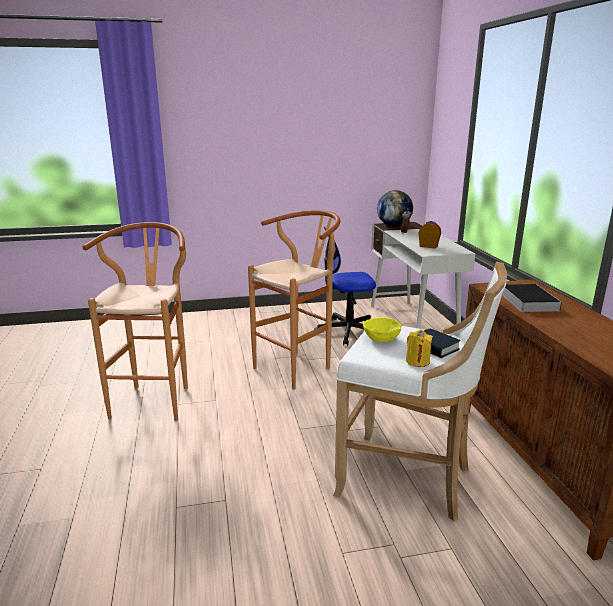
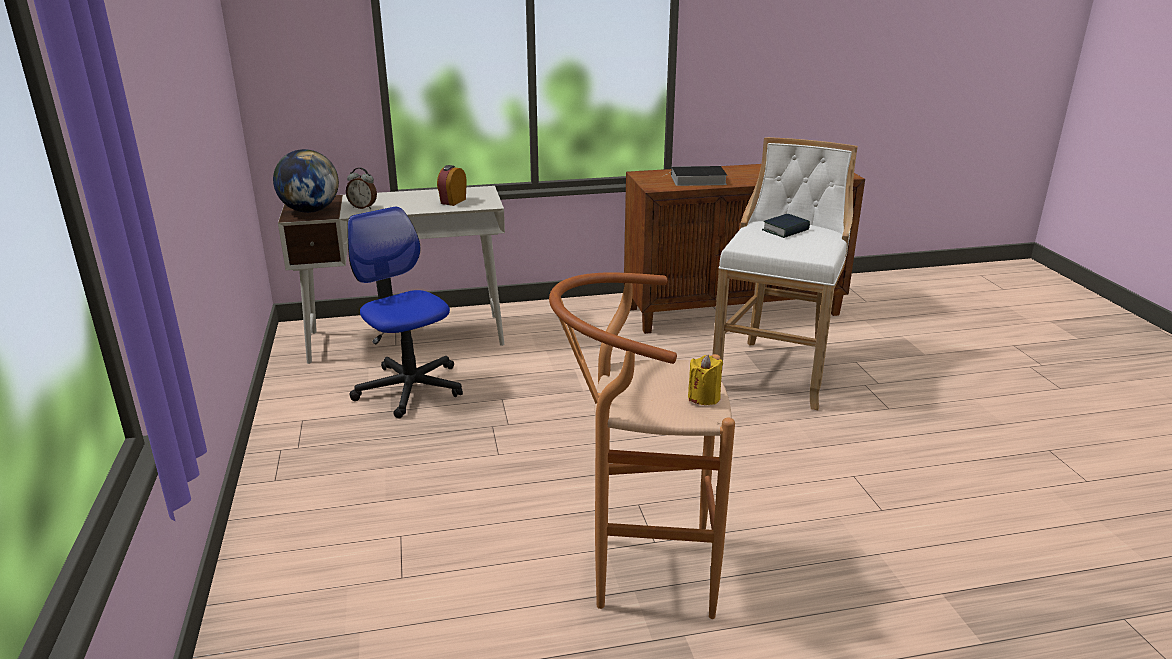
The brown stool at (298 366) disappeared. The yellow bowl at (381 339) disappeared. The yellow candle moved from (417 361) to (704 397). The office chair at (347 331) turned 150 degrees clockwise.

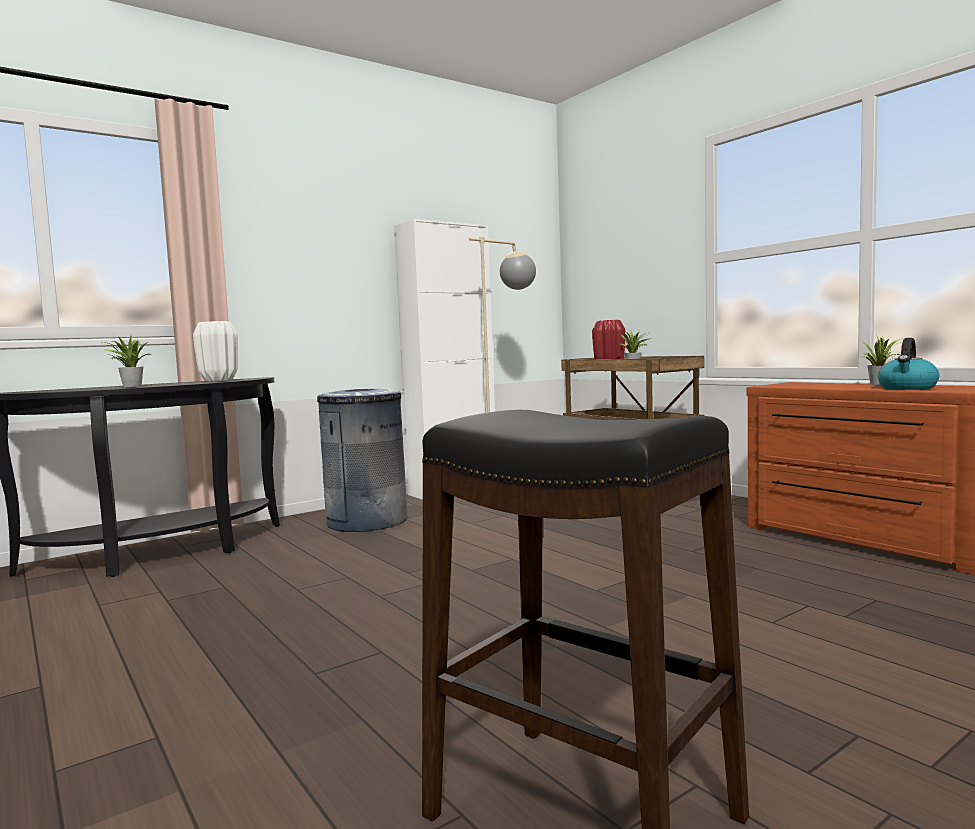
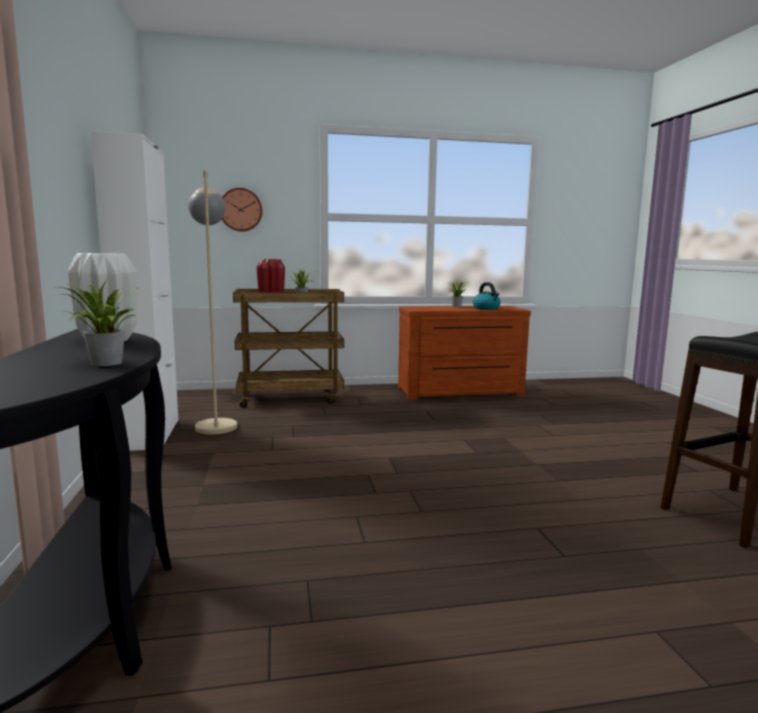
The grey trash can at (367 521) disappeared. The wall clock at (241 210) appeared.

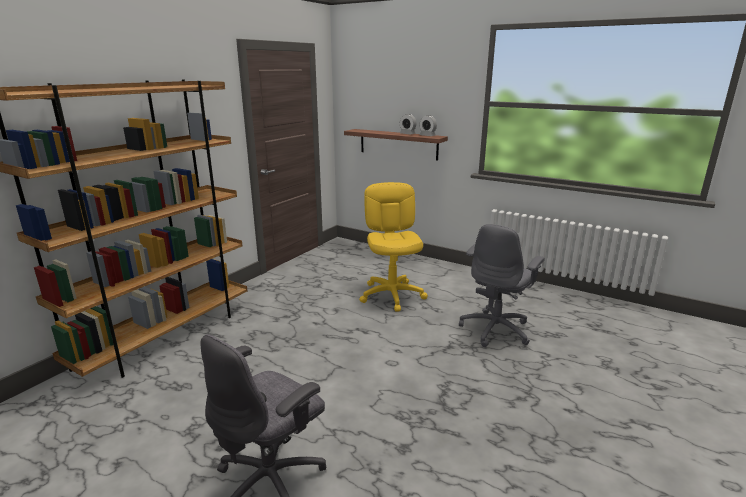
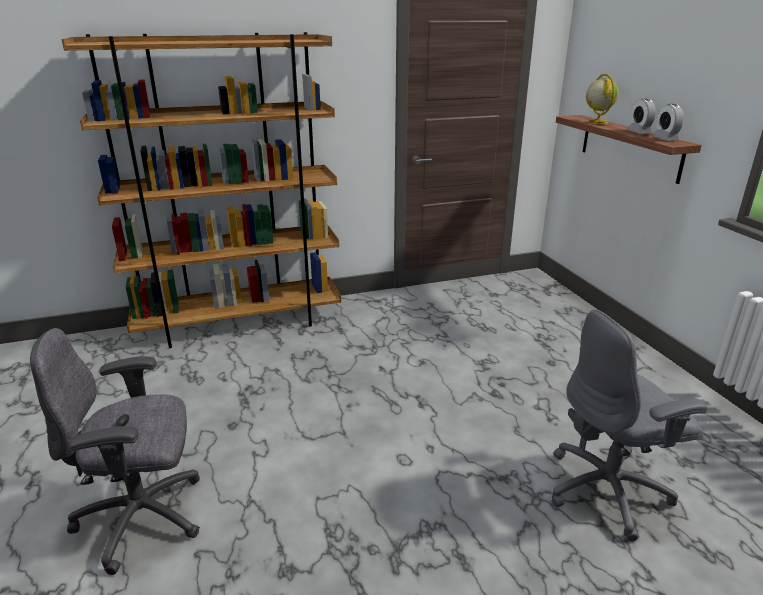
The yellow office chair at (392 295) disappeared. The globe at (597 122) appeared.

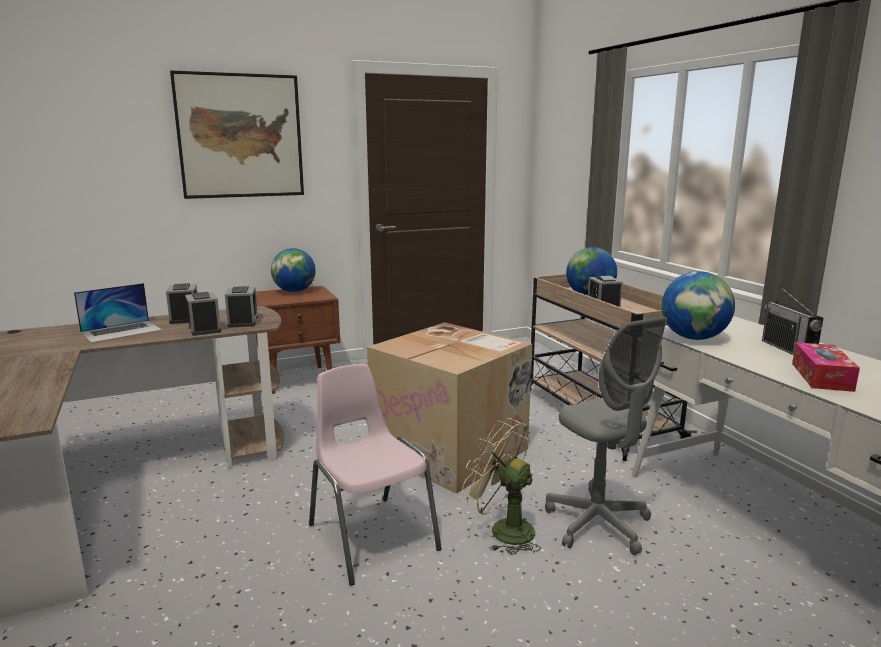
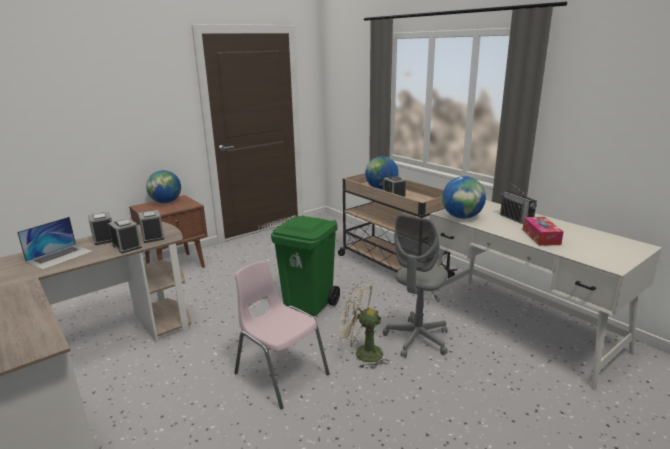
The picture at (240 136) disappeared. The cardboard box at (452 451) was replaced by the green trash can at (309 304). The grey office chair at (598 524) turned 75 degrees clockwise.

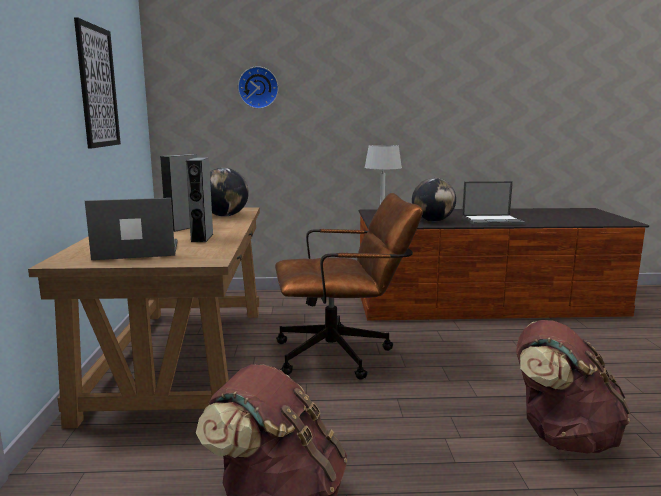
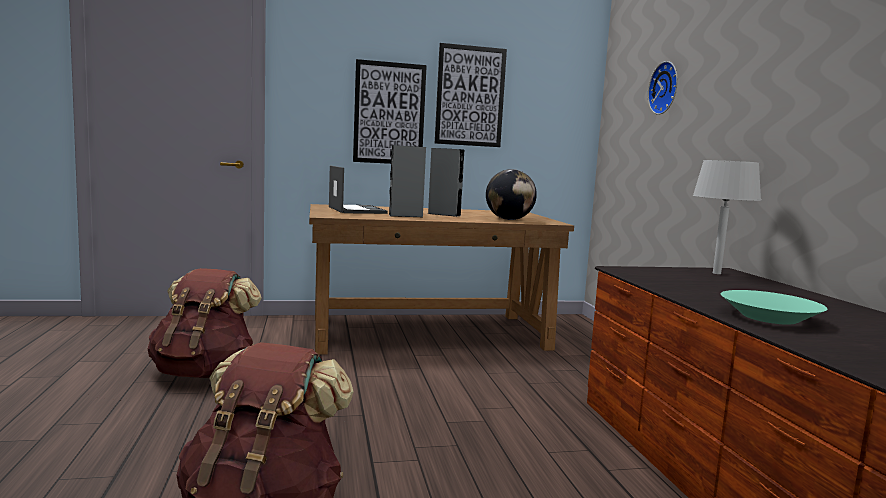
The brown office chair at (343 354) disappeared. The globe at (432 221) disappeared. The picture at (389 113) appeared. The laptop at (493 221) was replaced by the turquoise bowl at (770 317).

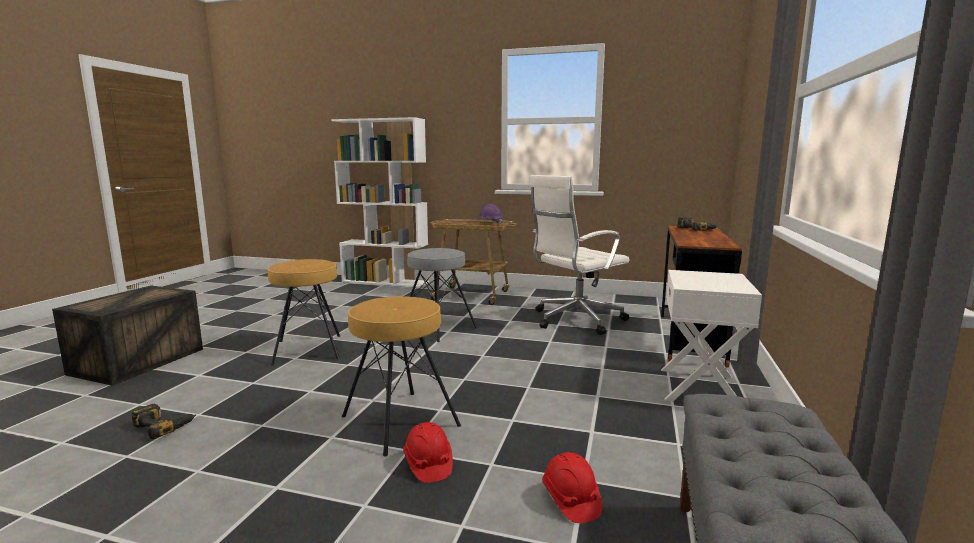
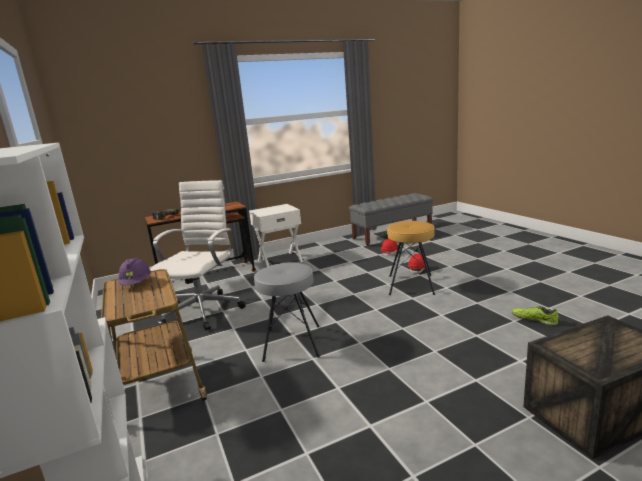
The brown stool at (309 349) disappeared. The power drill at (164 425) was replaced by the shoe at (534 320). The white office chair at (575 320) turned 90 degrees counterclockwise.

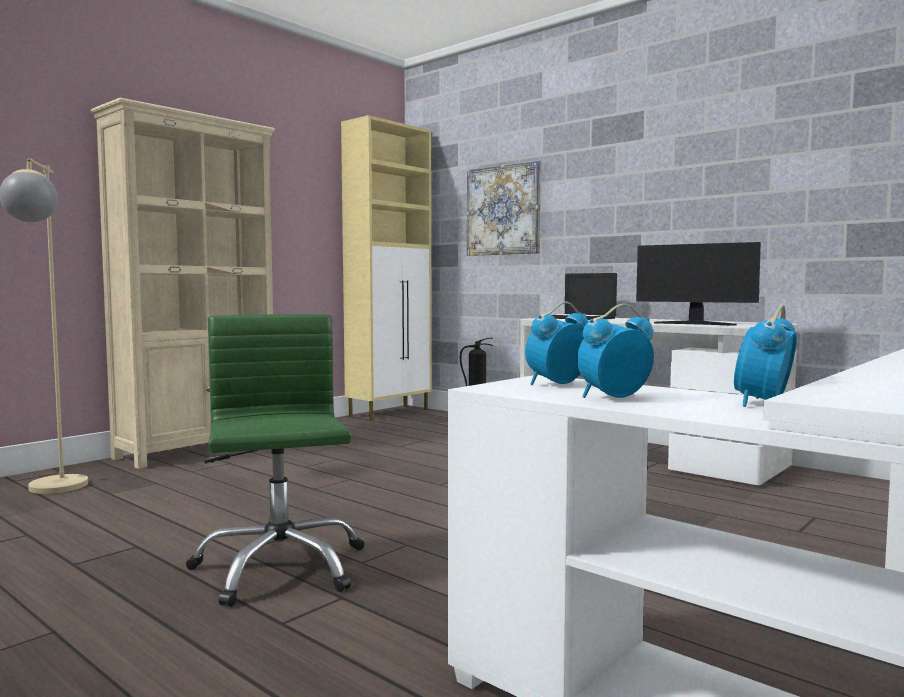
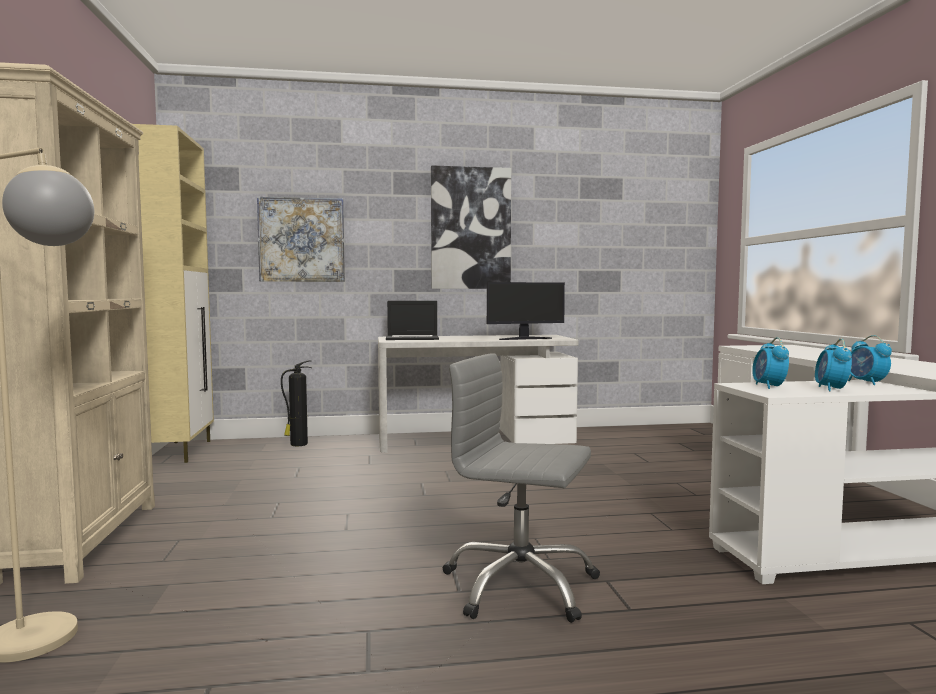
The picture at (470 228) appeared. The green office chair at (279 567) became the grey office chair at (519 586).

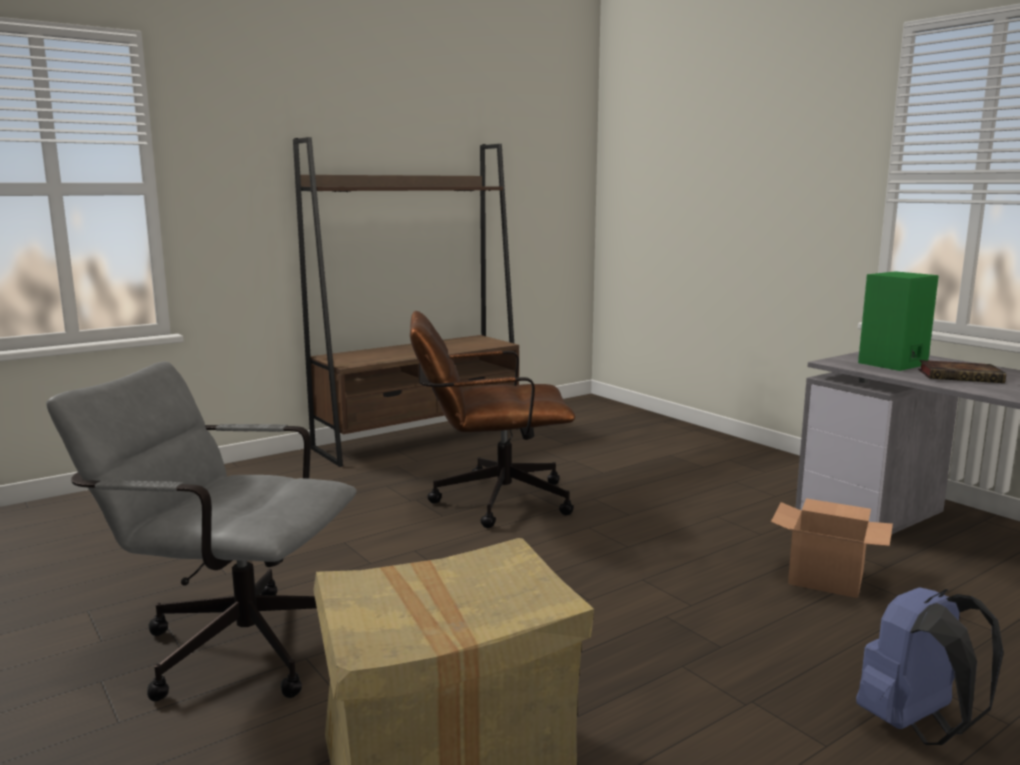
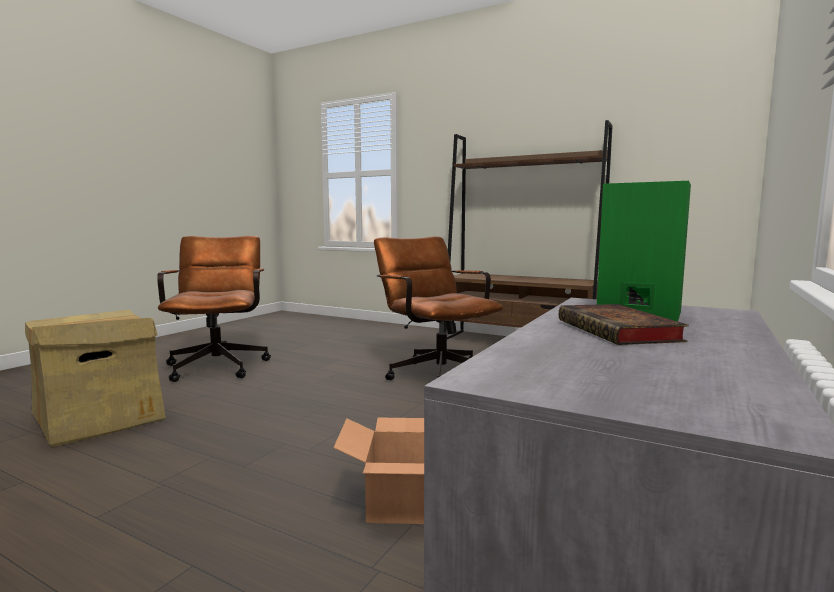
The blue backpack at (916 726) disappeared. The grey office chair at (230 644) became the brown office chair at (219 365).

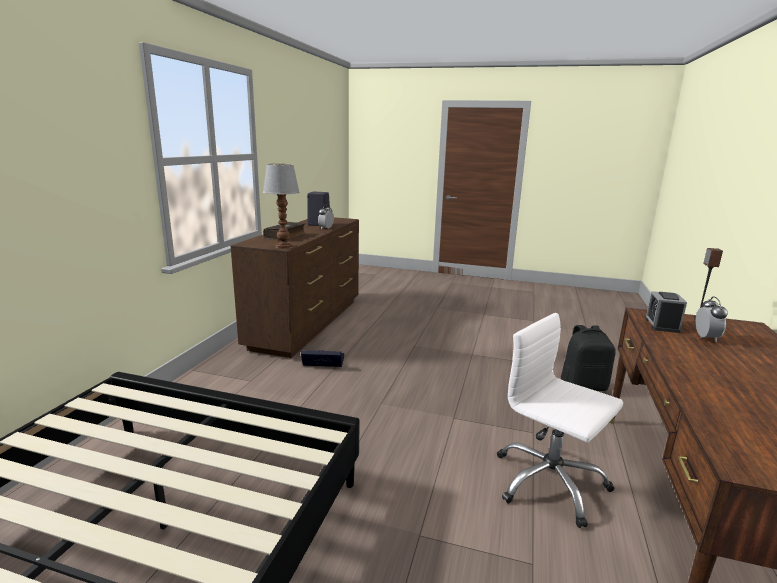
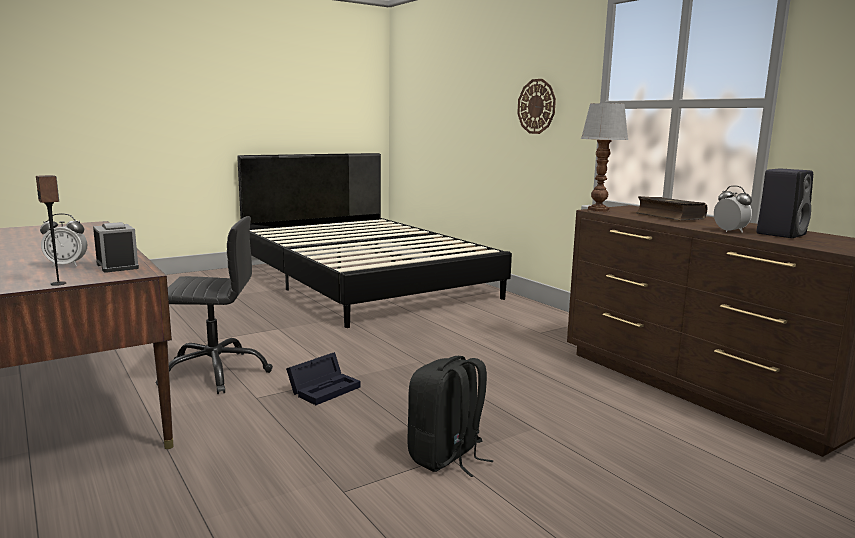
The wall clock at (536 106) appeared. The black storage box moved from (322 363) to (325 388). The black backpack moved from (583 386) to (447 457). The white office chair at (549 482) became the black office chair at (215 372). The alarm clock at (706 338) turned 60 degrees counterclockwise.

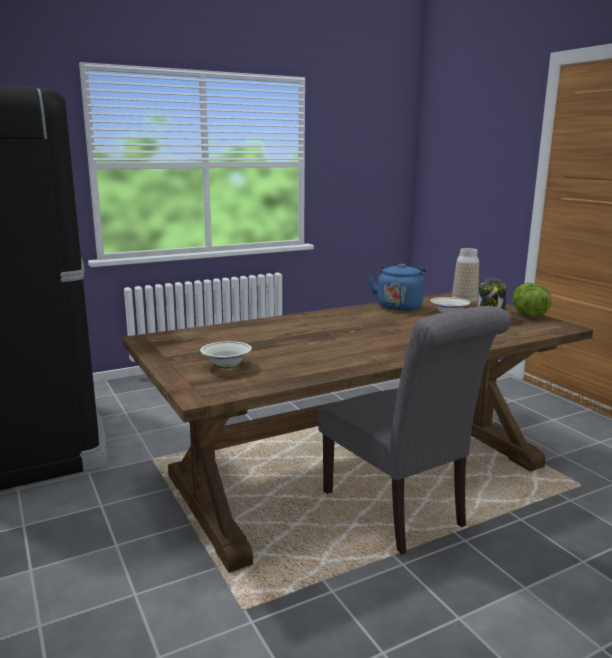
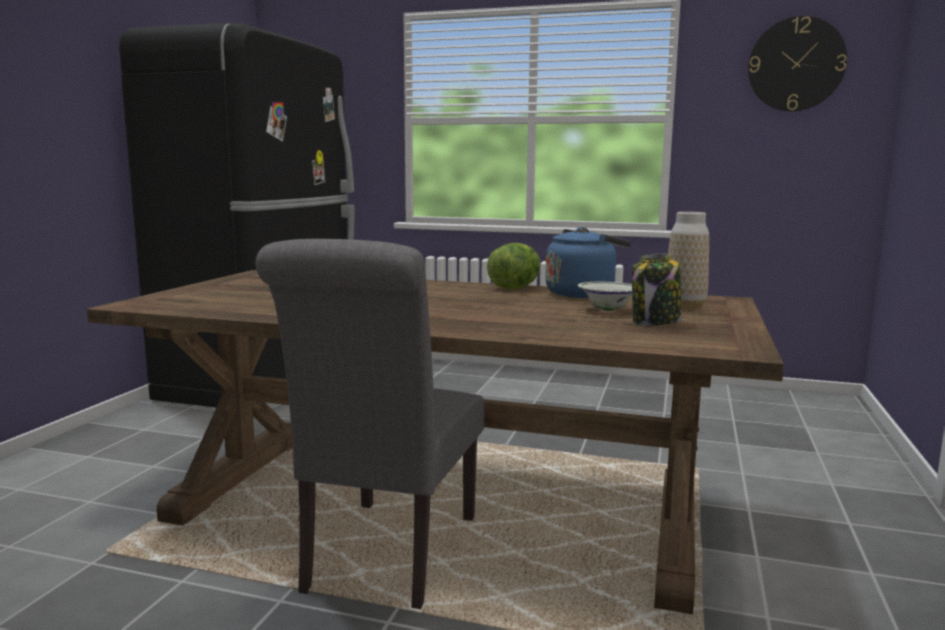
The white bowl at (226 367) disappeared. The wall clock at (796 64) appeared. The lettuce moved from (528 315) to (515 288).

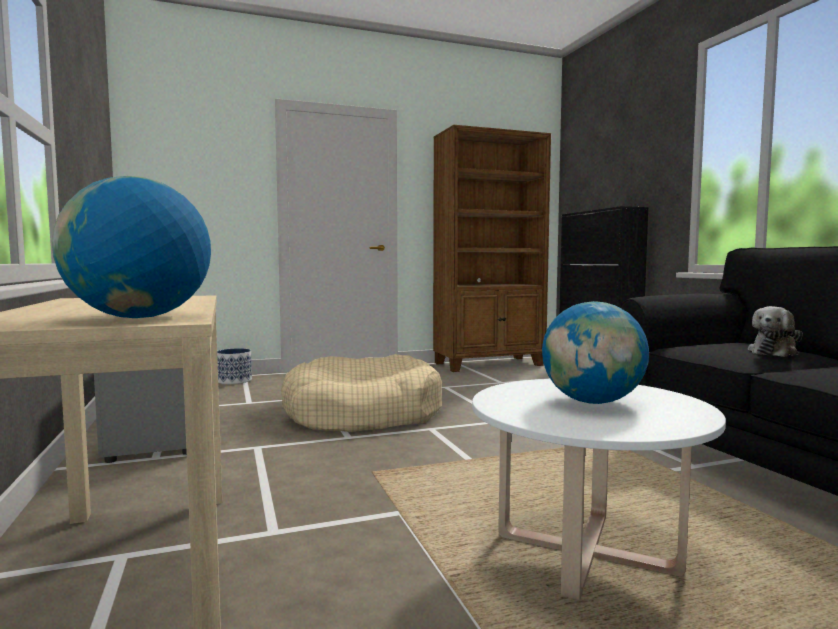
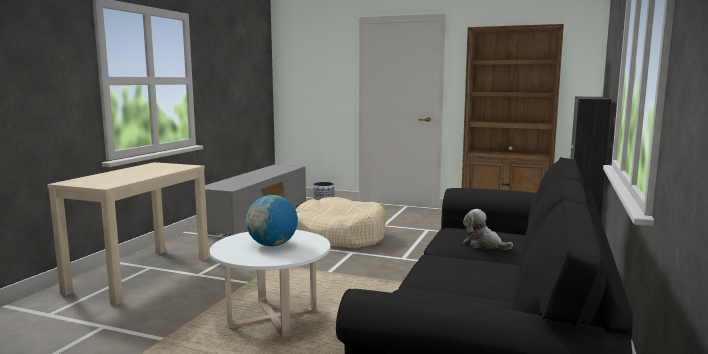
The globe at (139 318) disappeared. The plush toy at (774 352) turned 45 degrees clockwise.

